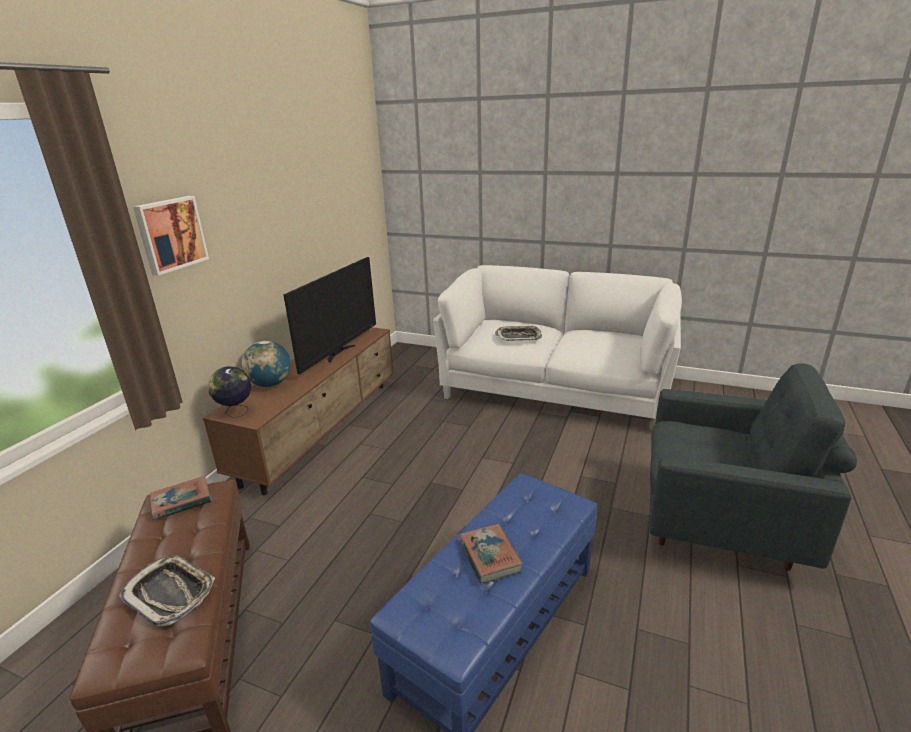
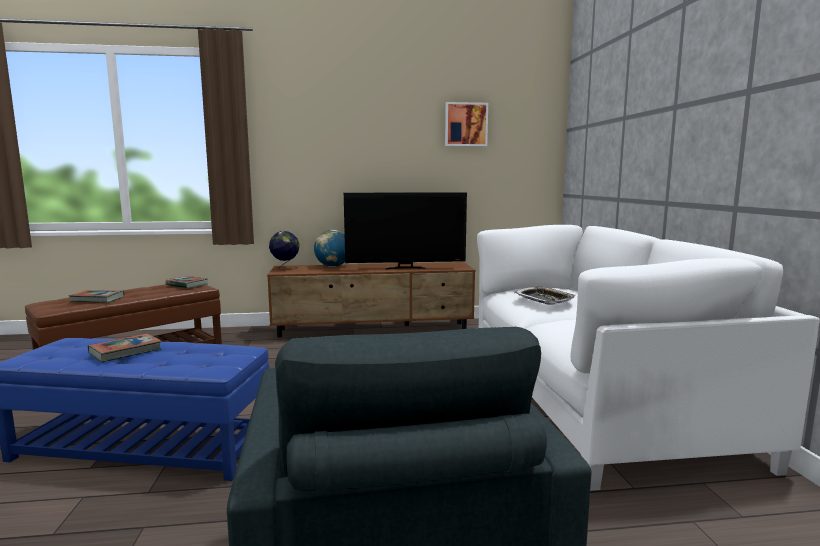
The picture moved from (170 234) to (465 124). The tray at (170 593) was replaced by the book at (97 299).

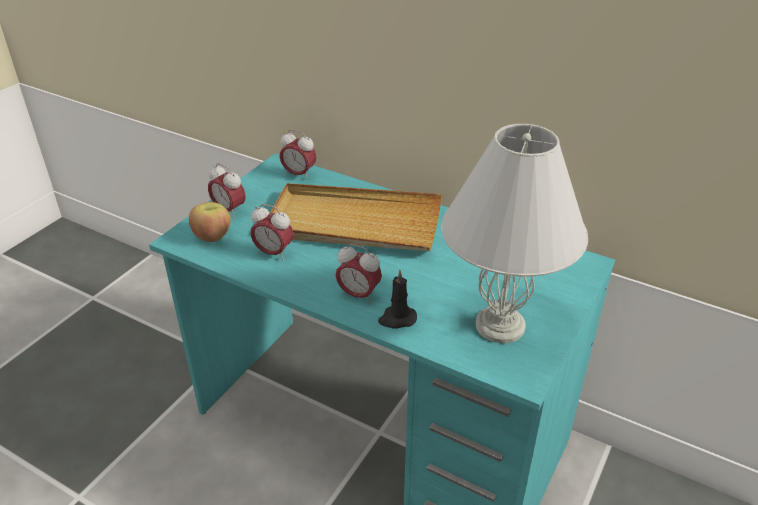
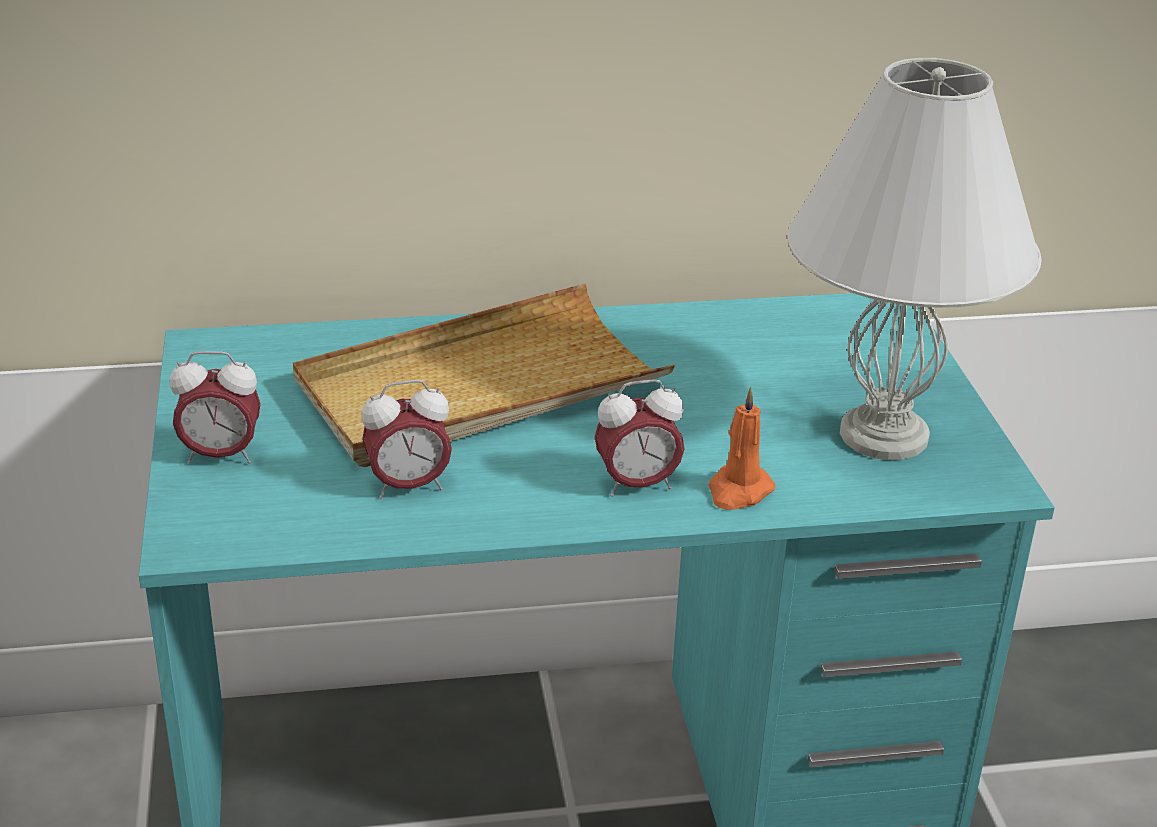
The apple at (213 236) disappeared. The alarm clock at (299 174) disappeared. The black candle at (397 319) became the orange candle at (738 491).

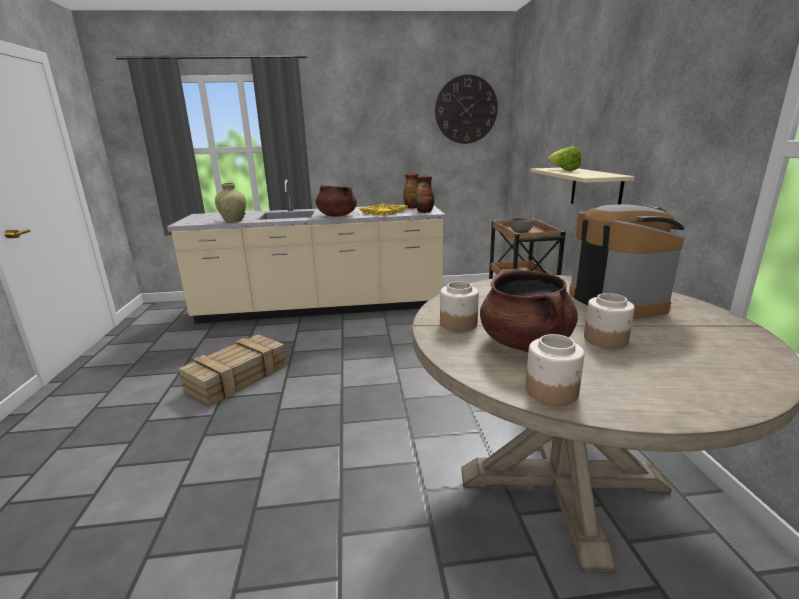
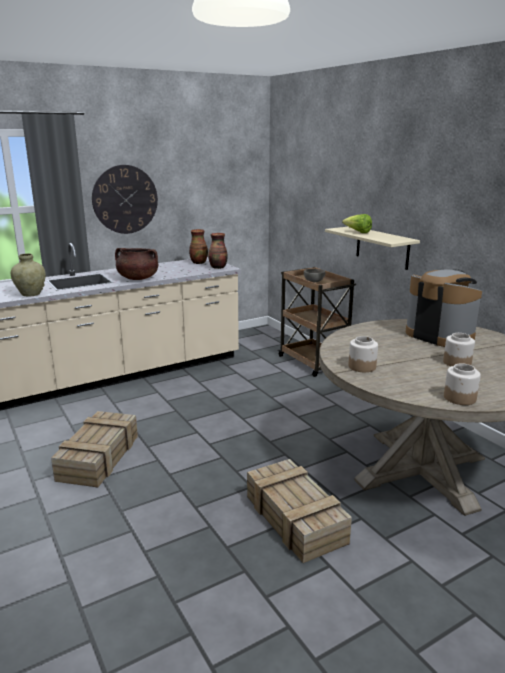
The yellow tray at (383 212) disappeared. The brown cooking pot at (525 343) disappeared. The crate at (296 519) appeared. The wall clock moved from (466 110) to (125 199).

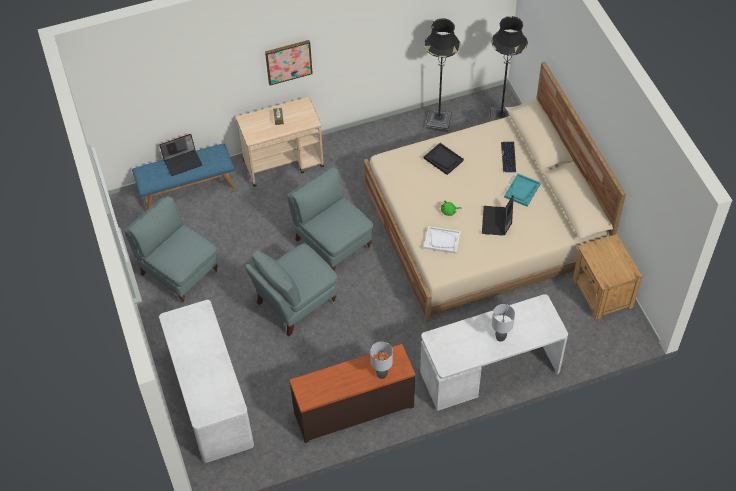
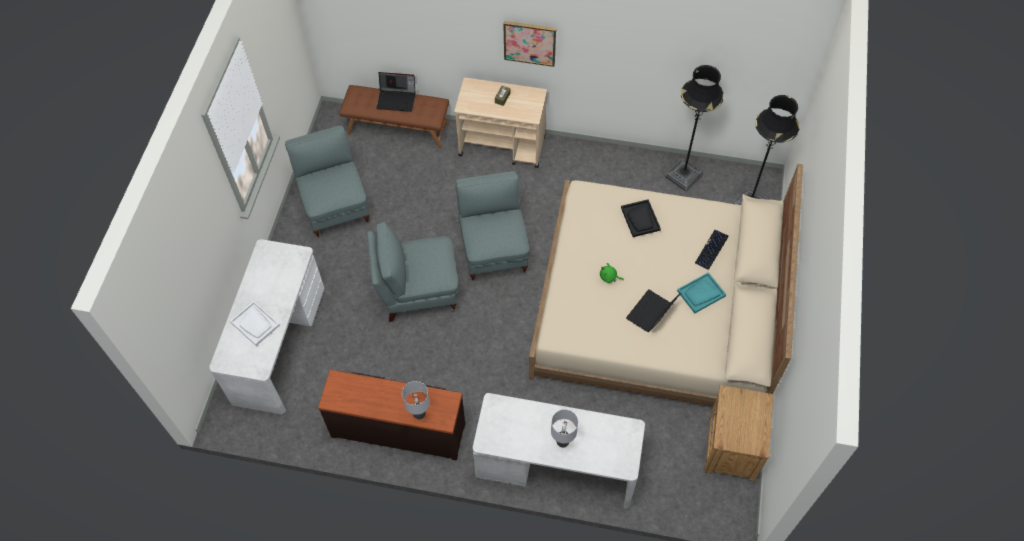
The white tray moved from (442 240) to (255 324). The blue bench at (187 188) became the brown bench at (398 128).

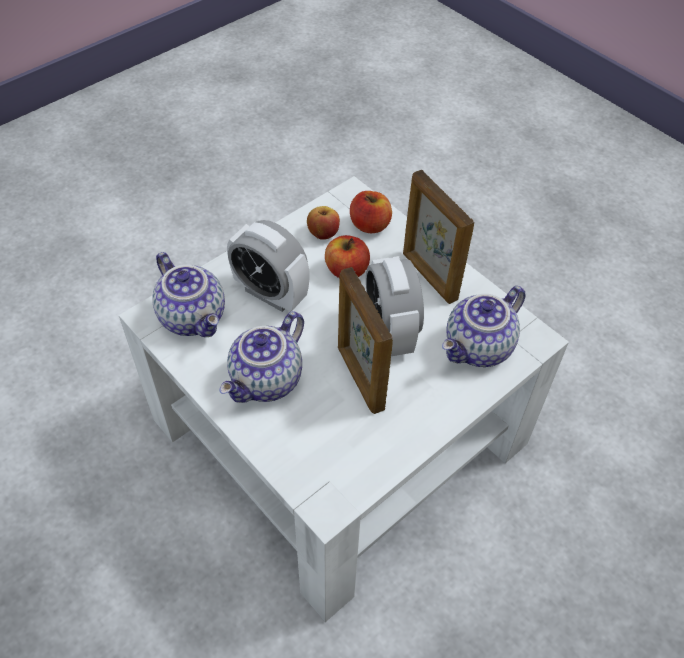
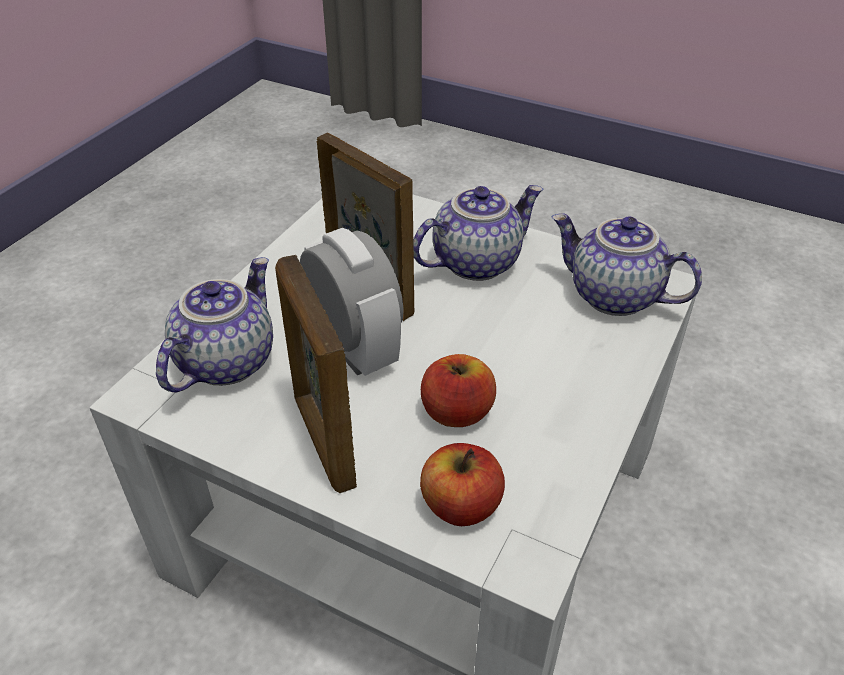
The alarm clock at (270 294) disappeared. The apple at (323 233) disappeared. The teapot at (267 381) turned 45 degrees clockwise. The picture frame at (429 276) turned 150 degrees counterclockwise.

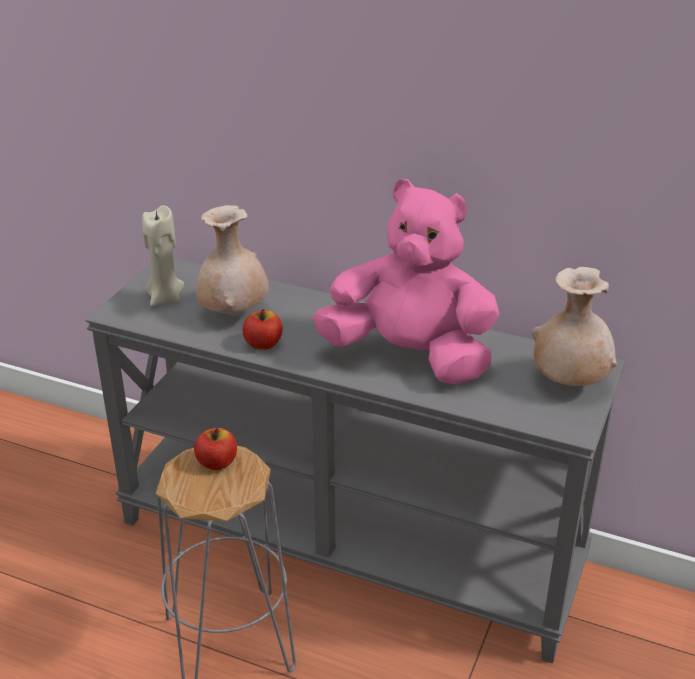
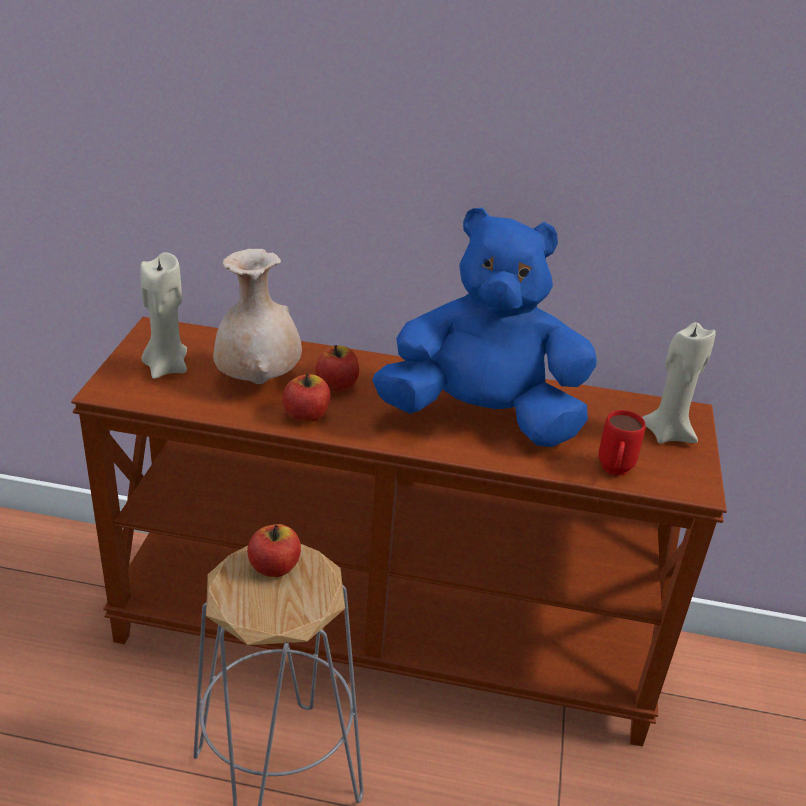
The apple at (337 385) appeared. The red mug at (614 472) appeared. The beige vase at (569 382) was replaced by the beige candle at (667 433). The grey console table at (349 544) became the brown console table at (386 636). The pink plush toy at (410 356) became the blue plush toy at (482 418).

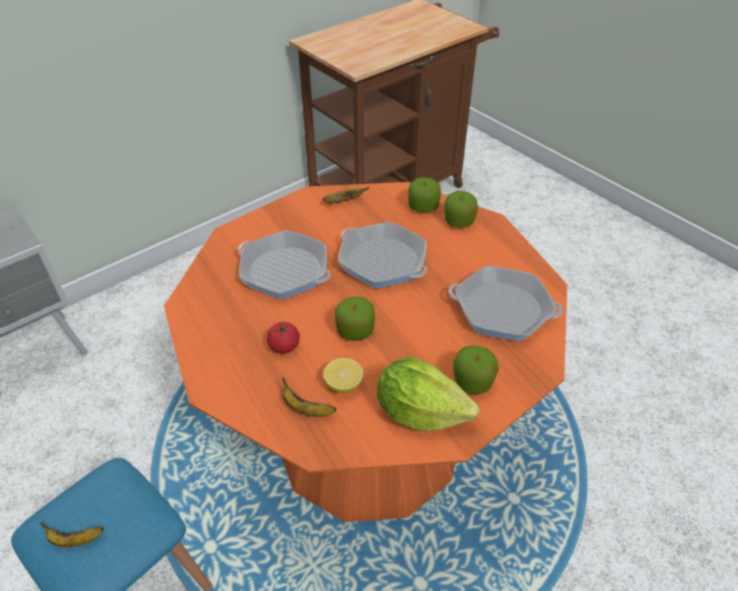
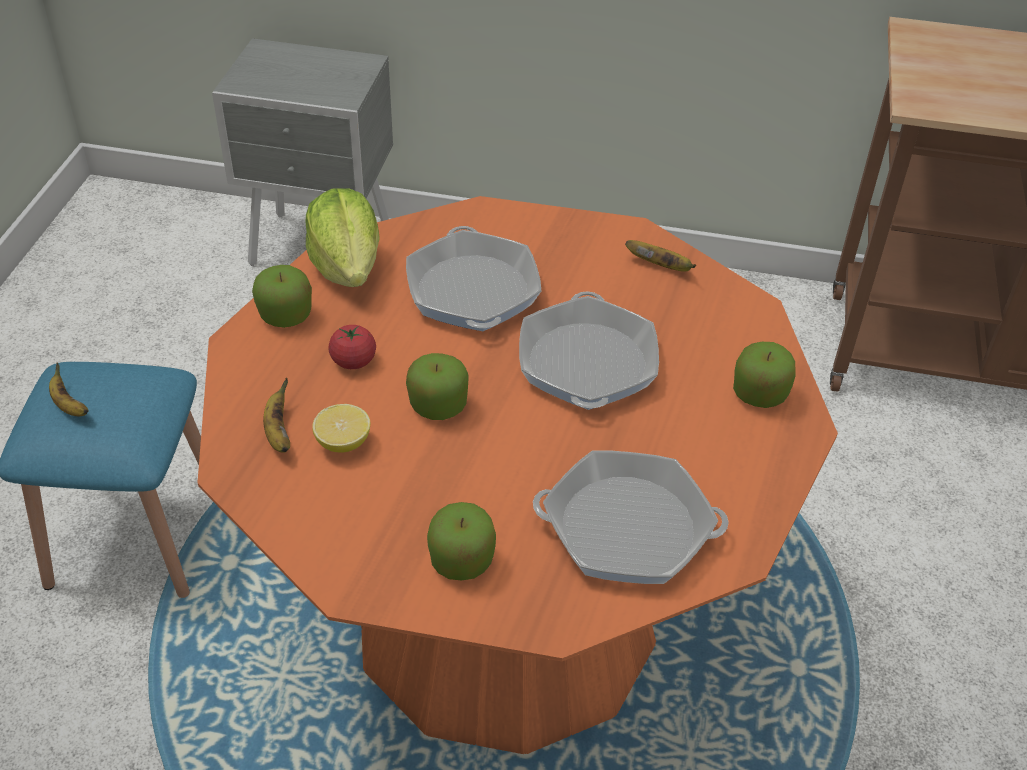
The lettuce moved from (420 412) to (347 266). The apple moved from (423 207) to (285 315). The frying pan at (502 310) turned 120 degrees clockwise.

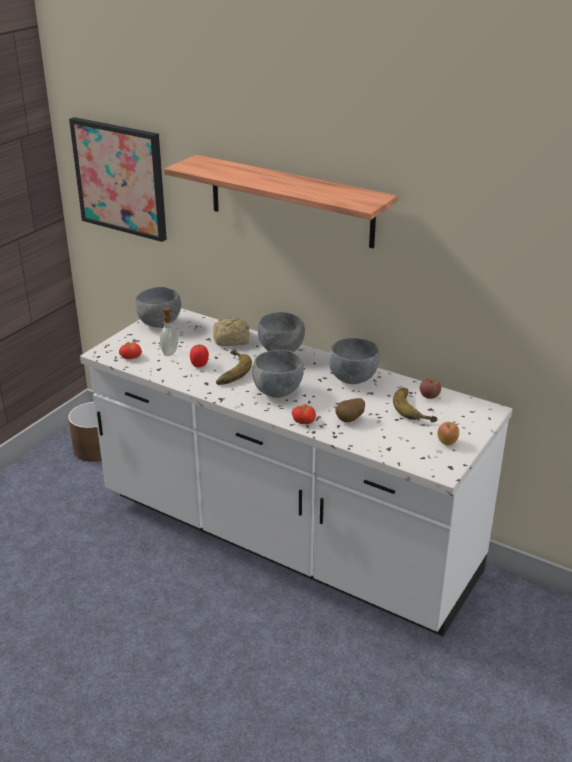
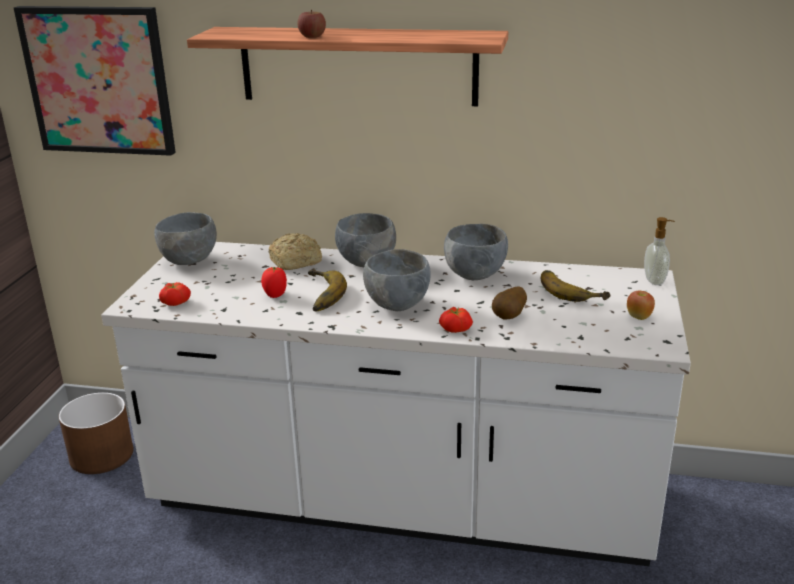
The soap dispenser moved from (171 352) to (655 281). The apple moved from (429 395) to (312 36).

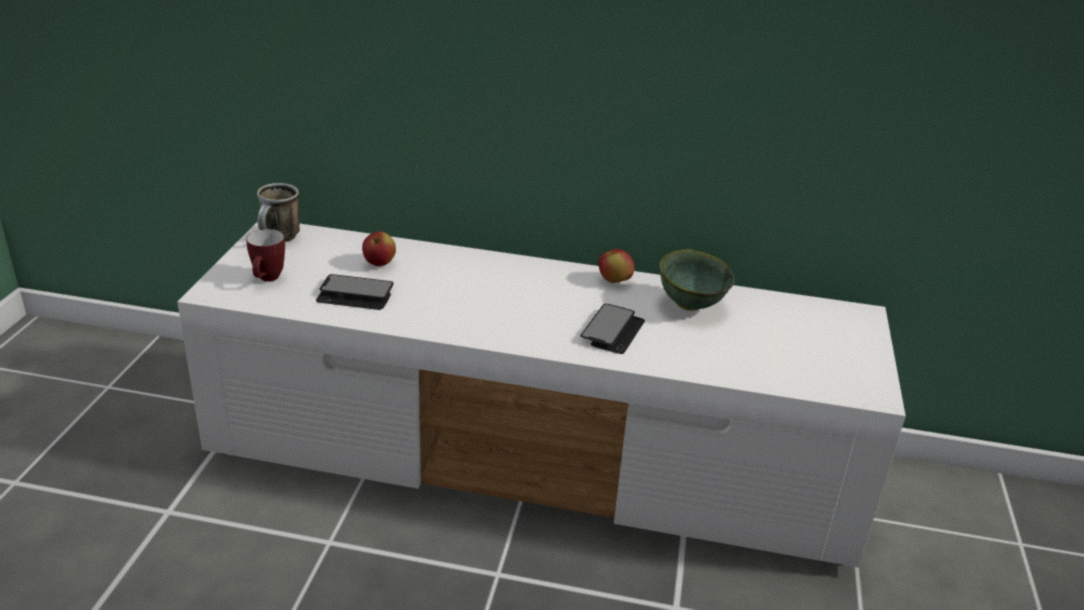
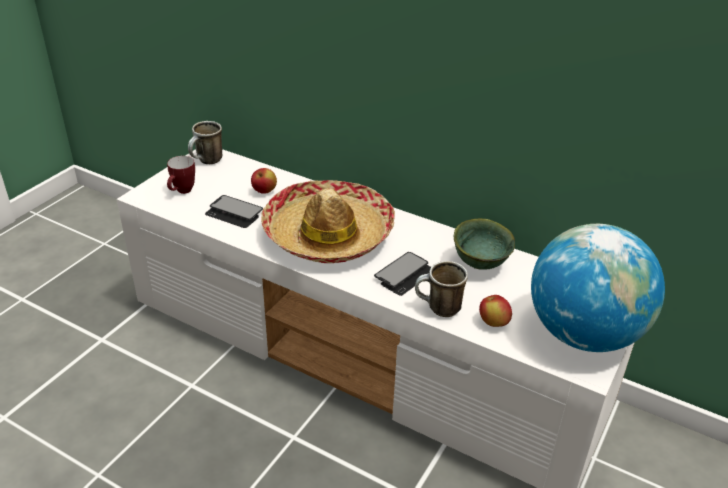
The hat at (328 234) appeared. The mug at (438 309) appeared. The globe at (583 334) appeared. The apple moved from (614 281) to (493 323).

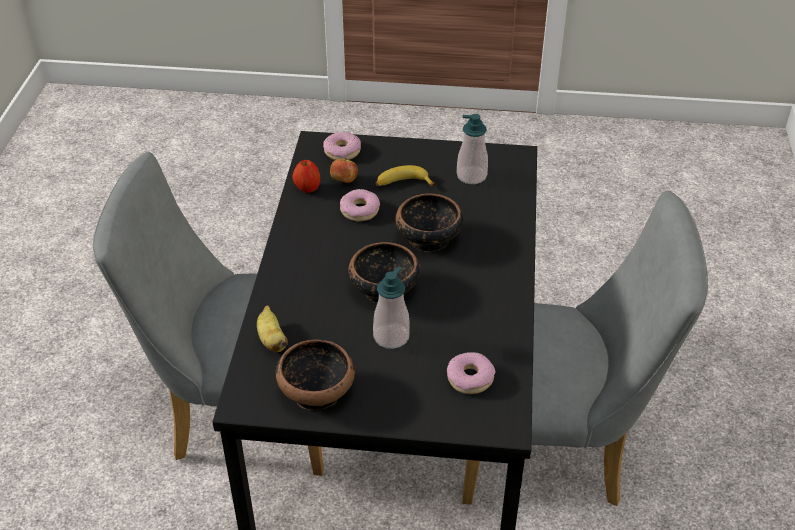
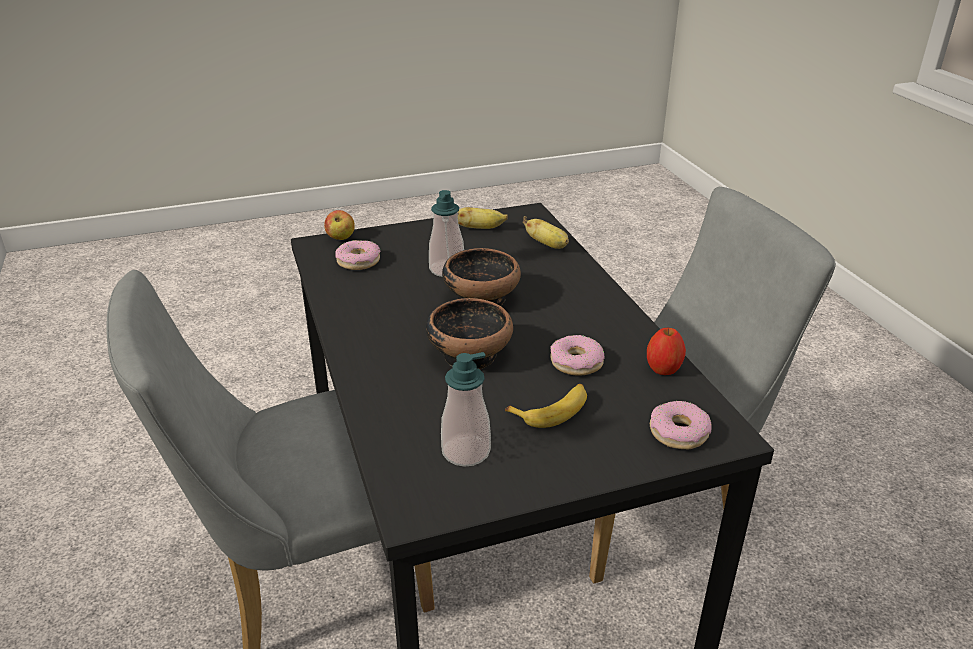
The apple moved from (344 180) to (340 238). The bowl at (317 391) was replaced by the banana at (480 228).

